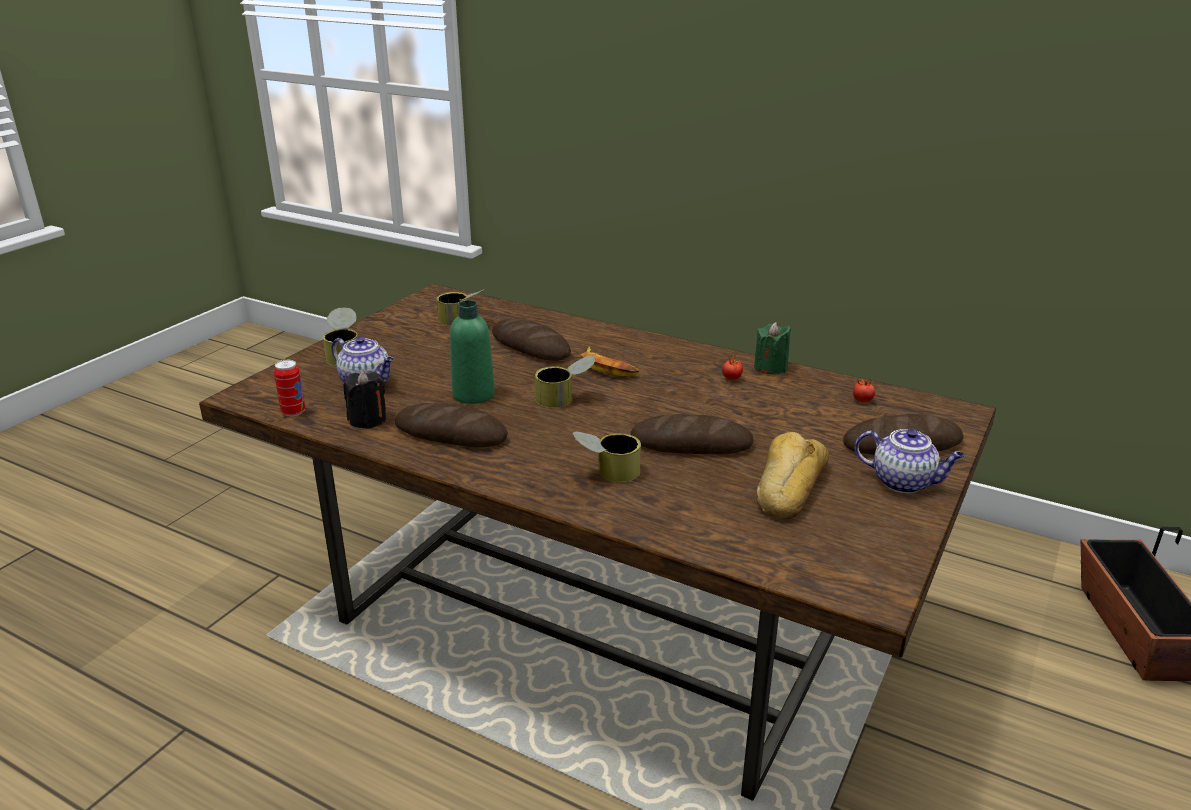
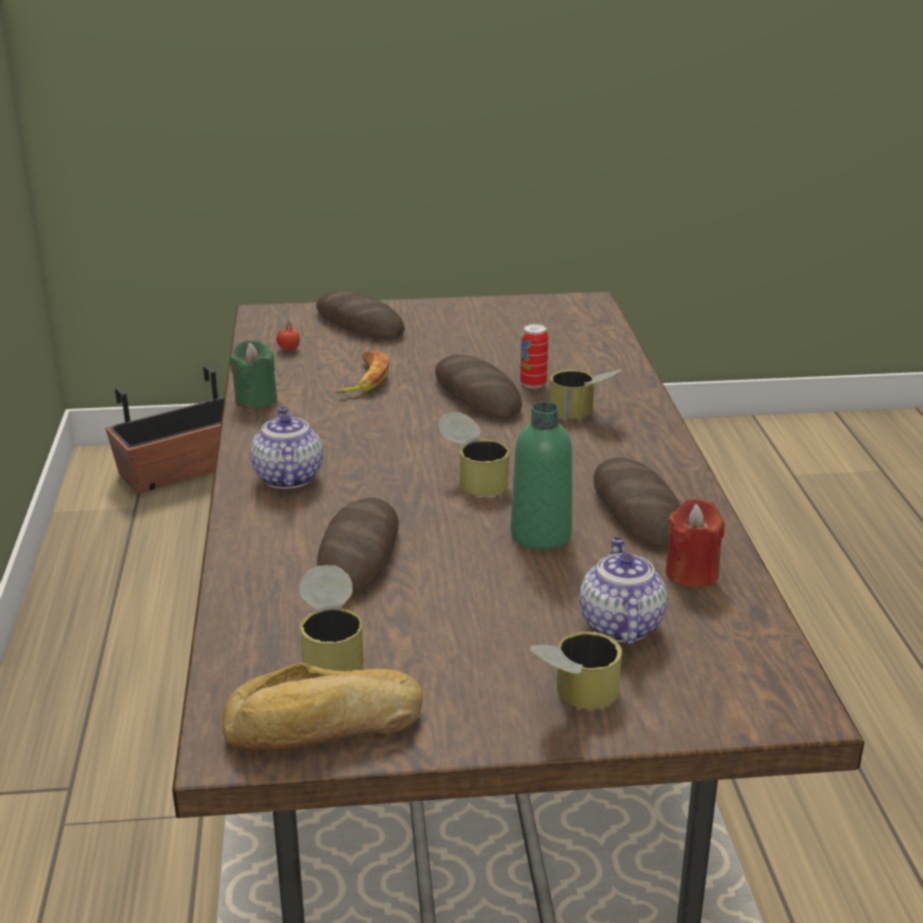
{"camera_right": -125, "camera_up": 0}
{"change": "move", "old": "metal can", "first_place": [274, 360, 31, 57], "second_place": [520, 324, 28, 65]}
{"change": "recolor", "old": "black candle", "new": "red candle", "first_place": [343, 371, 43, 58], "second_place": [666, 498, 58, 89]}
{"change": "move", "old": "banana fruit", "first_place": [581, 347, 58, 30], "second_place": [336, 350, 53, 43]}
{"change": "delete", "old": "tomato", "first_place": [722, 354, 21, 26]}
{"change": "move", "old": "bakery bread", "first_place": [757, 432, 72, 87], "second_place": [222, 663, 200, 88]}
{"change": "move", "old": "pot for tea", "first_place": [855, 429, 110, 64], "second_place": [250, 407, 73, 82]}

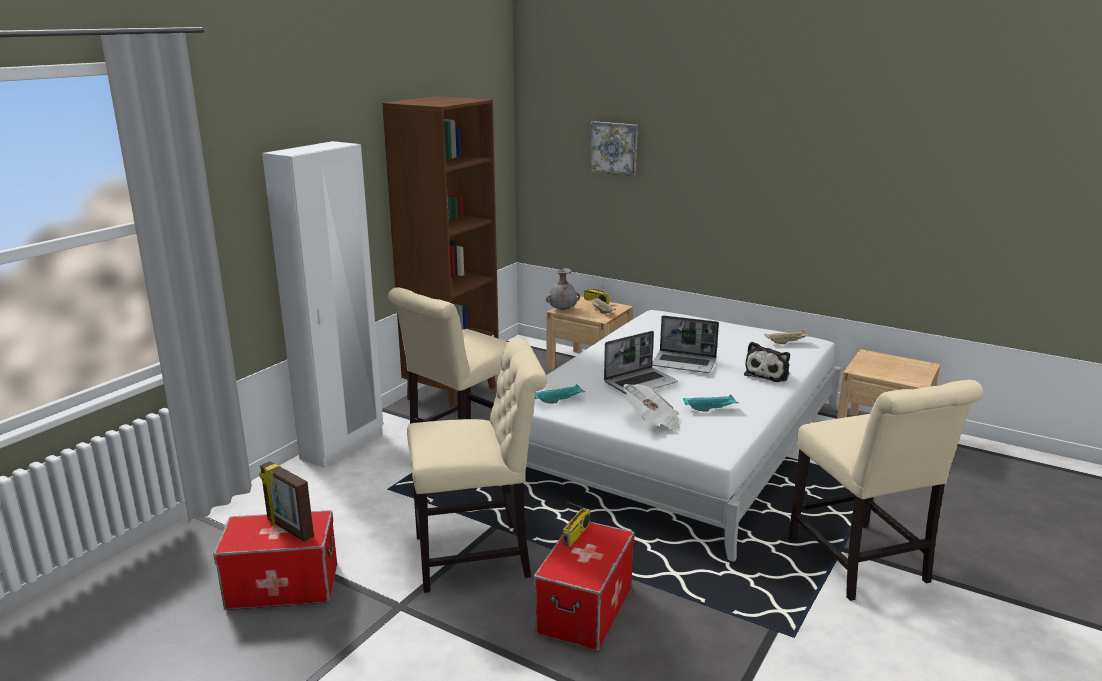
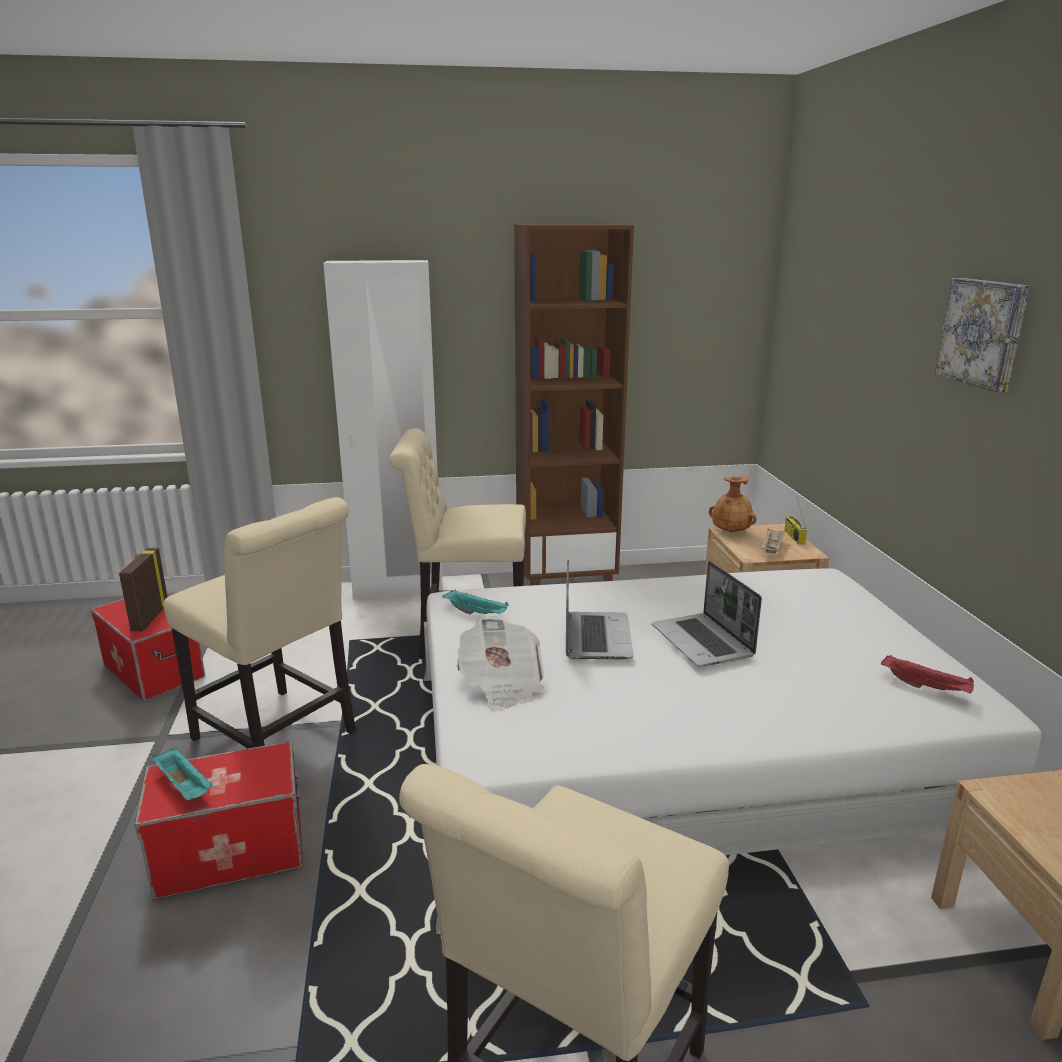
{"camera_right": 50, "camera_up": 0}
{"change": "recolor", "old": "gray decorative vase", "new": "brown-coloured decorative vase", "first_place": [546, 268, 34, 42], "second_place": [709, 476, 48, 56]}
{"change": "delete", "old": "radio set", "first_place": [563, 502, 27, 45]}
{"change": "move", "old": "wall art", "first_place": [590, 121, 48, 56], "second_place": [935, 278, 95, 114]}
{"change": "rotate", "old": "laptop", "first_place": [604, 331, 74, 64], "second_place": [566, 560, 67, 99], "degrees": -105}
{"change": "move", "old": "turquoise serving tray", "first_place": [683, 394, 56, 18], "second_place": [153, 748, 60, 52]}
{"change": "delete", "old": "soft toy", "first_place": [744, 342, 46, 40]}
{"change": "recolor", "old": "sand-coloured serving tray", "new": "red serving tray", "first_place": [764, 330, 47, 14], "second_place": [881, 655, 93, 38]}

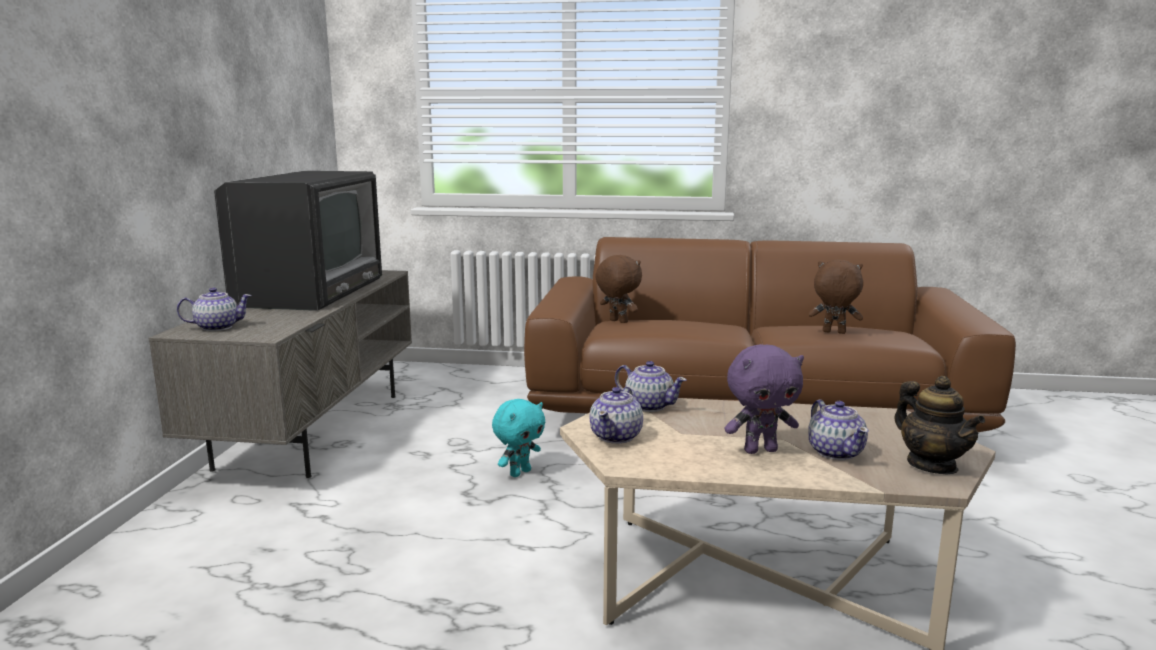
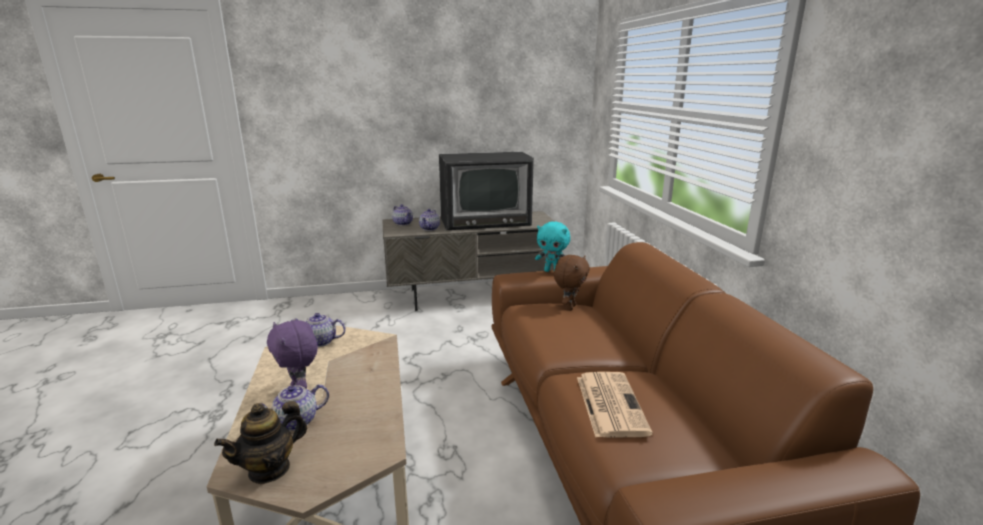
{"camera_right": 70, "camera_up": 5}
{"change": "move", "old": "turquoise soft toy", "first_place": [492, 399, 53, 78], "second_place": [535, 221, 35, 51]}
{"change": "move", "old": "pot for tea", "first_place": [615, 361, 72, 51], "second_place": [419, 209, 21, 22]}
{"change": "replace", "old": "brown-coloured soft toy", "new": "printed paper", "first_place": [809, 260, 54, 74], "second_place": [577, 372, 76, 66]}

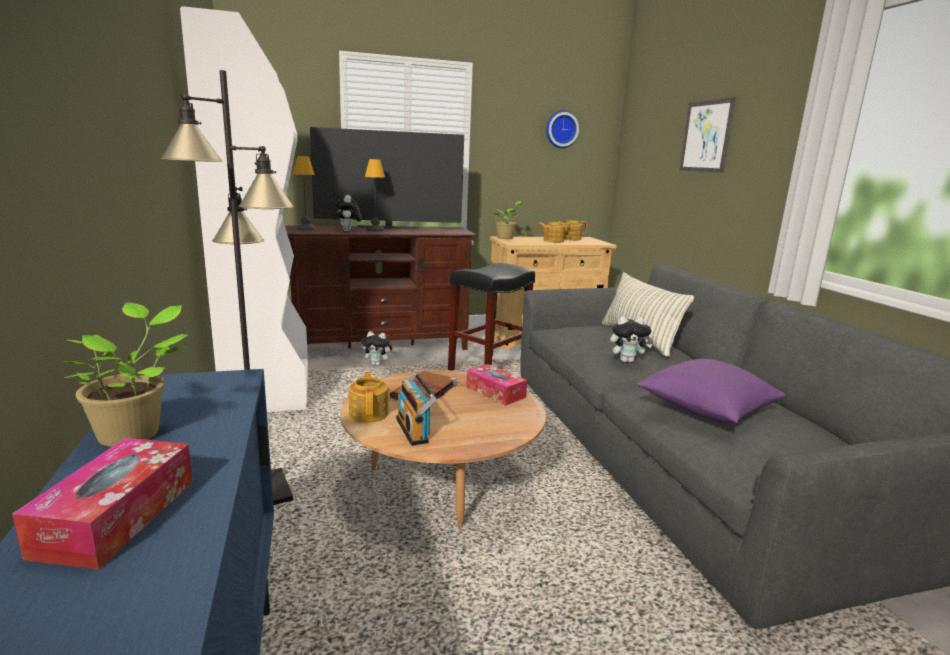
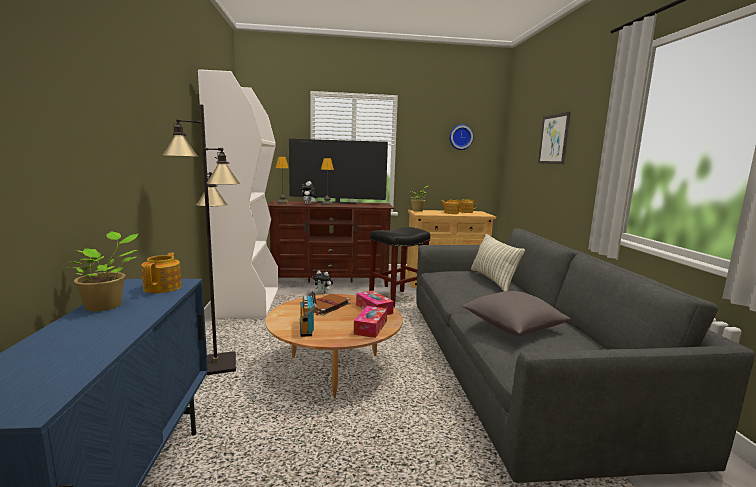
{"camera_right": 10, "camera_up": -5}
{"change": "move", "old": "tissue box", "first_place": [12, 438, 181, 131], "second_place": [354, 306, 33, 32]}
{"change": "move", "old": "pot for tea", "first_place": [349, 371, 39, 52], "second_place": [141, 253, 41, 40]}
{"change": "delete", "old": "soft toy", "first_place": [610, 316, 43, 47]}
{"change": "recolor", "old": "purplish cushion", "new": "gray cushion", "first_place": [636, 359, 150, 65], "second_place": [462, 291, 109, 45]}

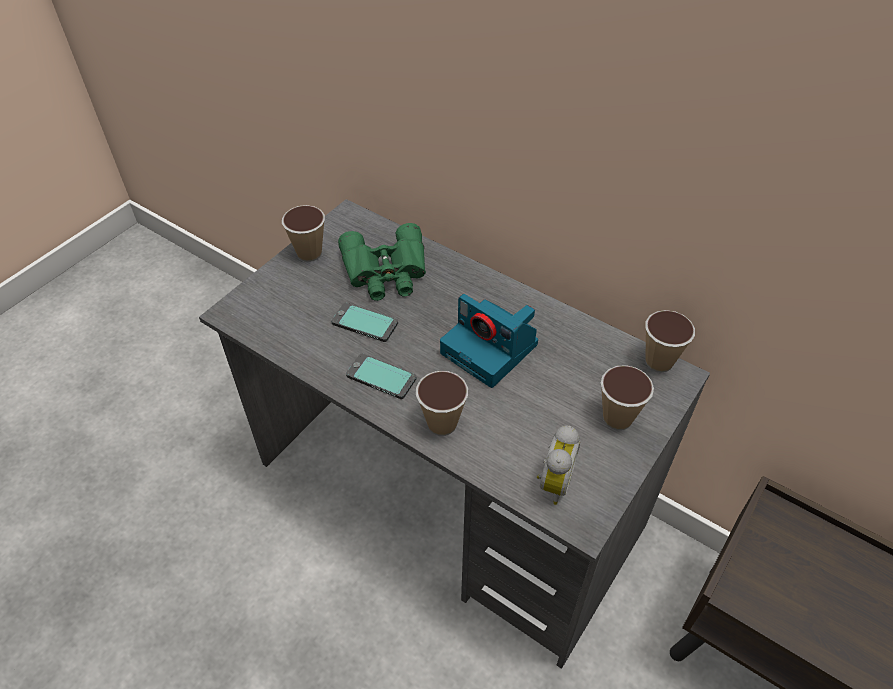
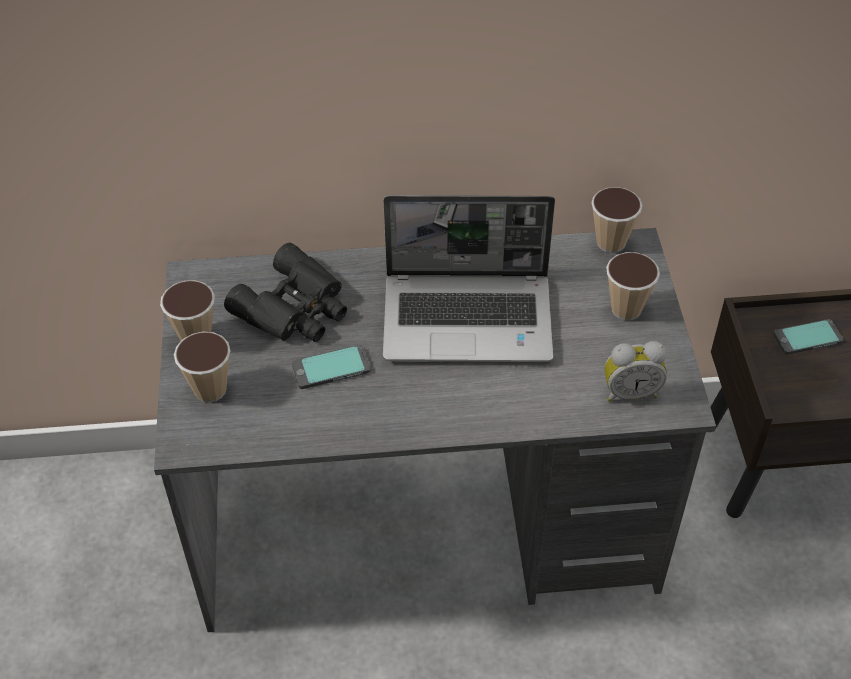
{"camera_right": -40, "camera_up": 0}
{"change": "recolor", "old": "green pair of binoculars", "new": "black pair of binoculars", "first_place": [338, 223, 88, 78], "second_place": [224, 243, 123, 99]}
{"change": "move", "old": "phone", "first_place": [346, 354, 71, 45], "second_place": [773, 319, 70, 36]}
{"change": "move", "old": "cup", "first_place": [416, 371, 52, 65], "second_place": [174, 331, 57, 72]}
{"change": "replace", "old": "photo camera", "new": "laptop", "first_place": [440, 294, 98, 94], "second_place": [383, 195, 172, 167]}
{"change": "rotate", "old": "table clock", "first_place": [537, 426, 43, 79], "second_place": [604, 341, 63, 61], "degrees": 105}

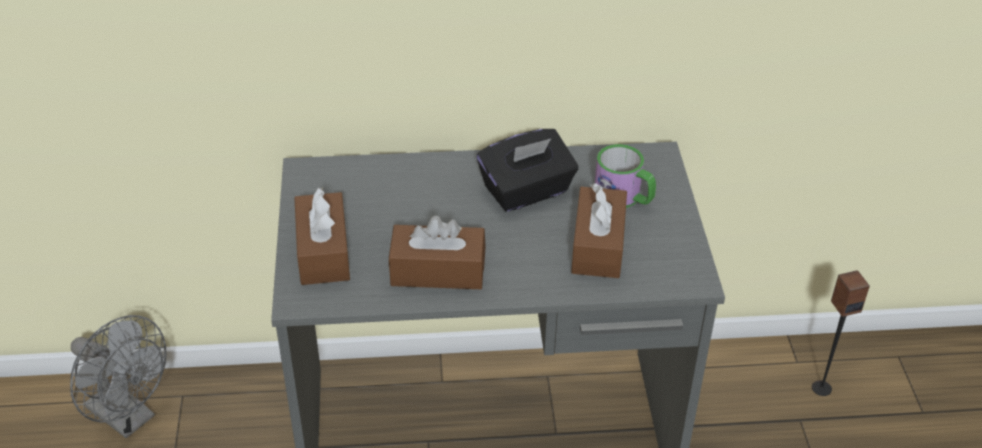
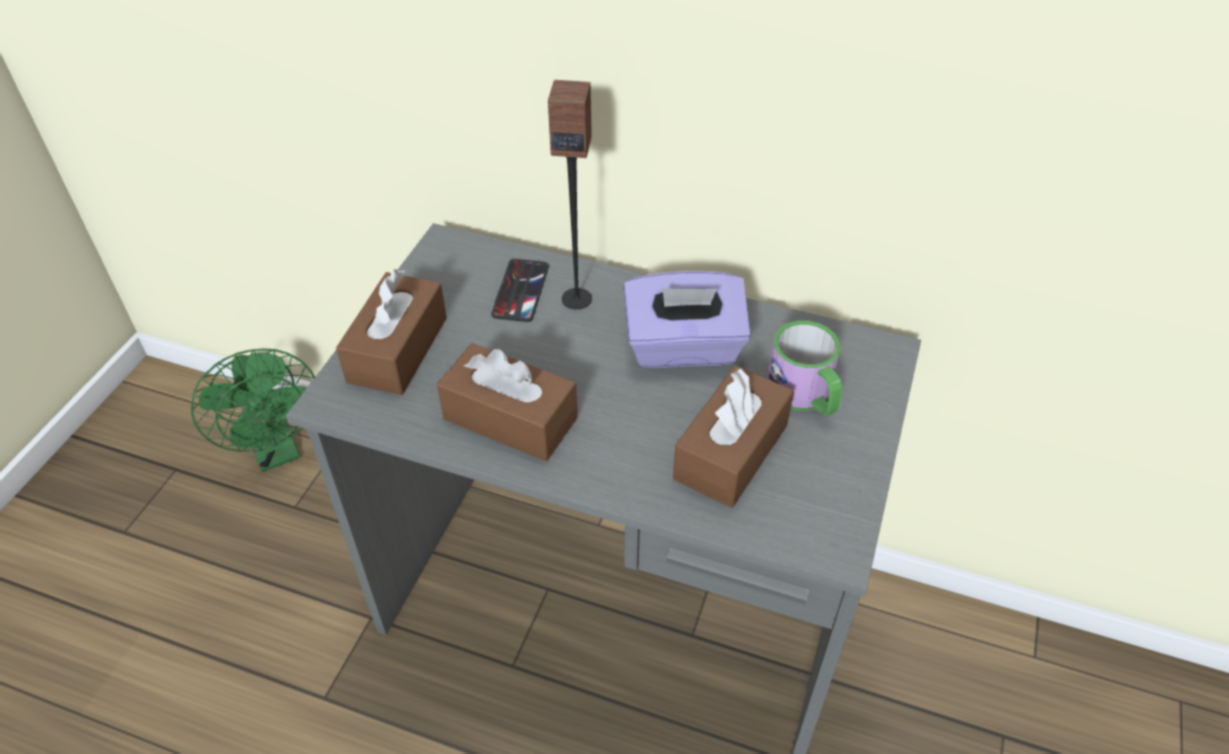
{"camera_right": 25, "camera_up": 5}
{"change": "recolor", "old": "gray cooling fan", "new": "green cooling fan", "first_place": [70, 315, 97, 123], "second_place": [191, 349, 124, 123]}
{"change": "recolor", "old": "black tissue box", "new": "purplish tissue box", "first_place": [477, 129, 101, 83], "second_place": [623, 271, 128, 97]}
{"change": "move", "old": "speaker", "first_place": [812, 270, 58, 126], "second_place": [548, 80, 44, 229]}
{"change": "insert", "new": "phone", "second_place": [491, 259, 58, 63]}

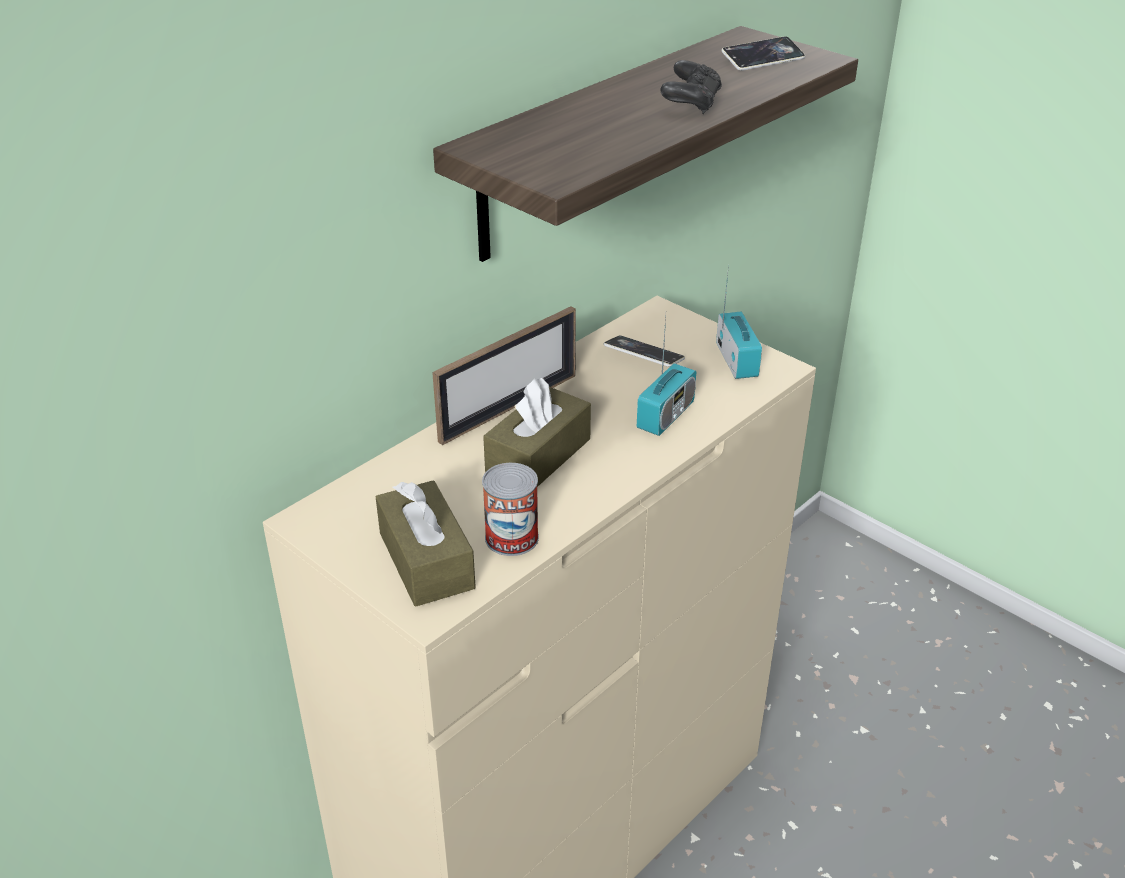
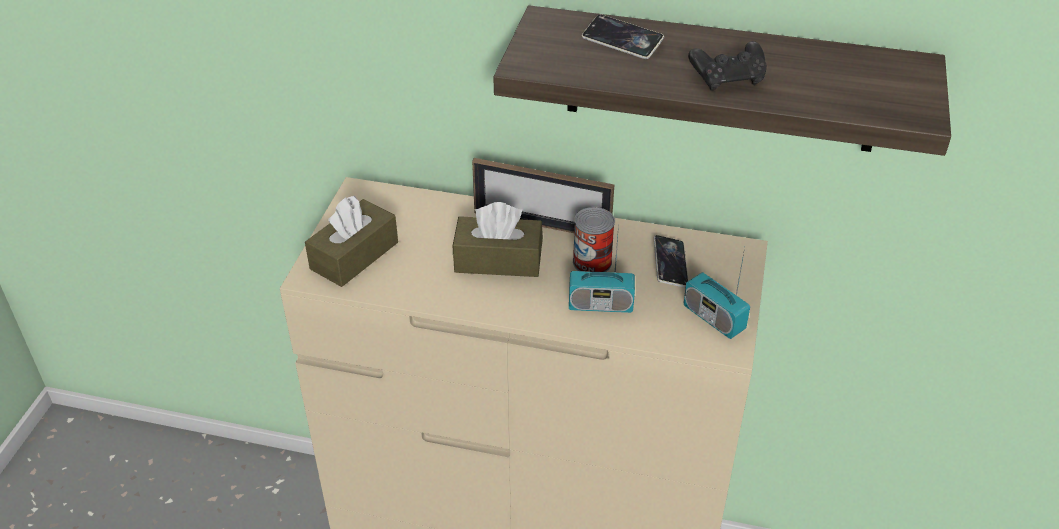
{"camera_right": 60, "camera_up": 5}
{"change": "move", "old": "metal can", "first_place": [482, 463, 57, 93], "second_place": [573, 207, 42, 65]}
{"change": "rotate", "old": "radio set", "first_place": [716, 264, 46, 115], "second_place": [684, 248, 66, 91], "degrees": 90}
{"change": "move", "old": "phone", "first_place": [721, 36, 84, 35], "second_place": [582, 14, 82, 45]}

